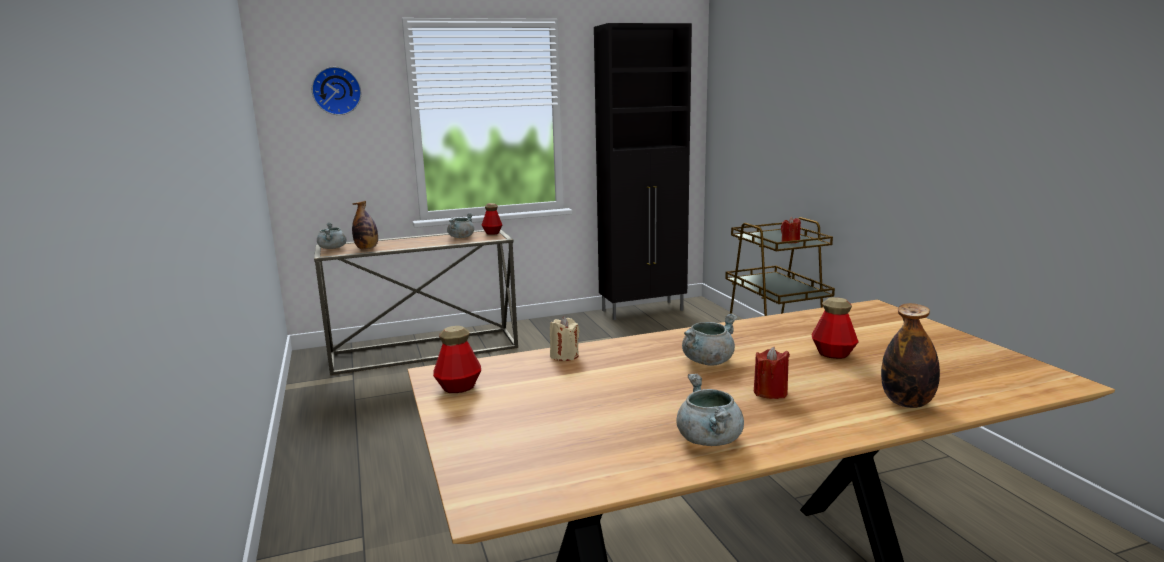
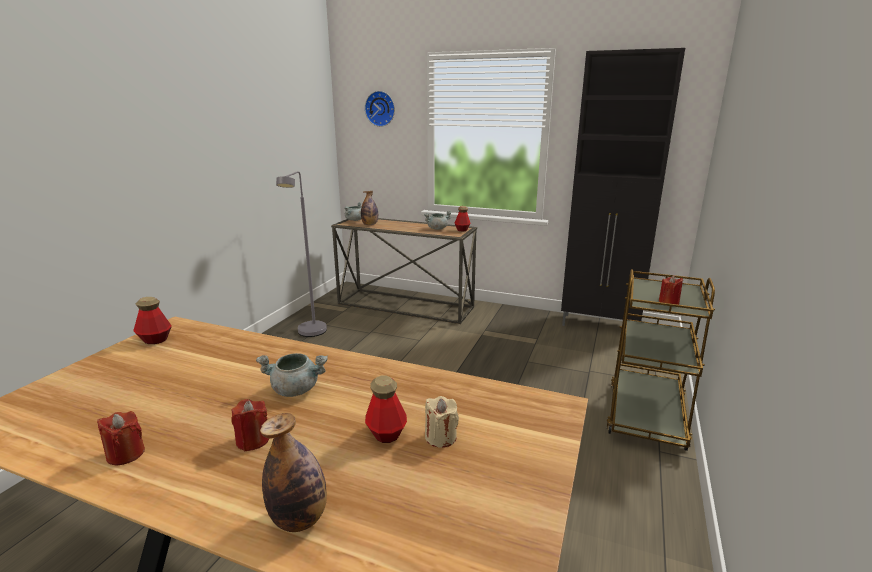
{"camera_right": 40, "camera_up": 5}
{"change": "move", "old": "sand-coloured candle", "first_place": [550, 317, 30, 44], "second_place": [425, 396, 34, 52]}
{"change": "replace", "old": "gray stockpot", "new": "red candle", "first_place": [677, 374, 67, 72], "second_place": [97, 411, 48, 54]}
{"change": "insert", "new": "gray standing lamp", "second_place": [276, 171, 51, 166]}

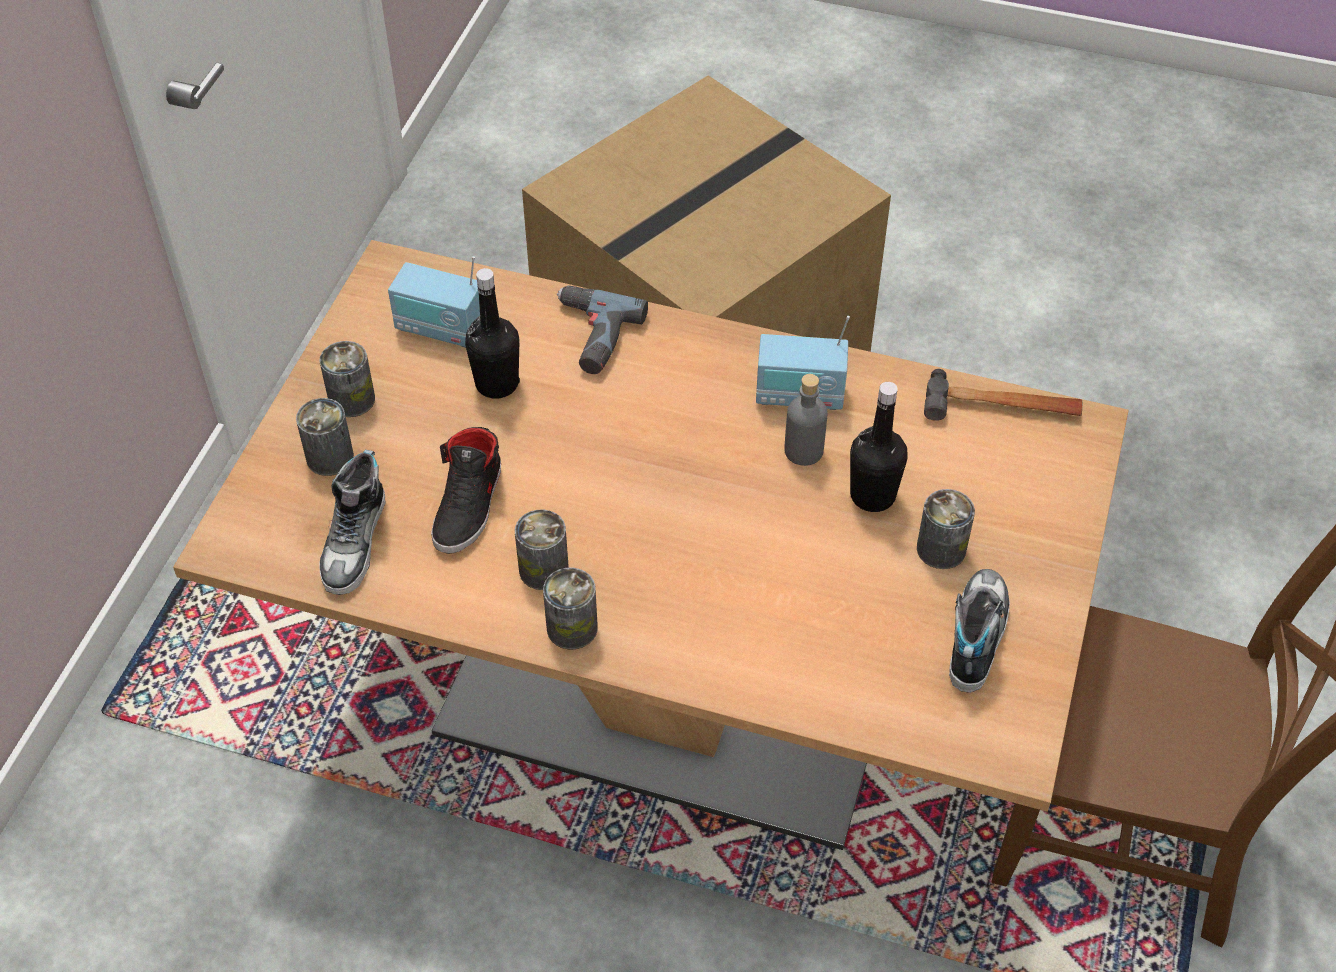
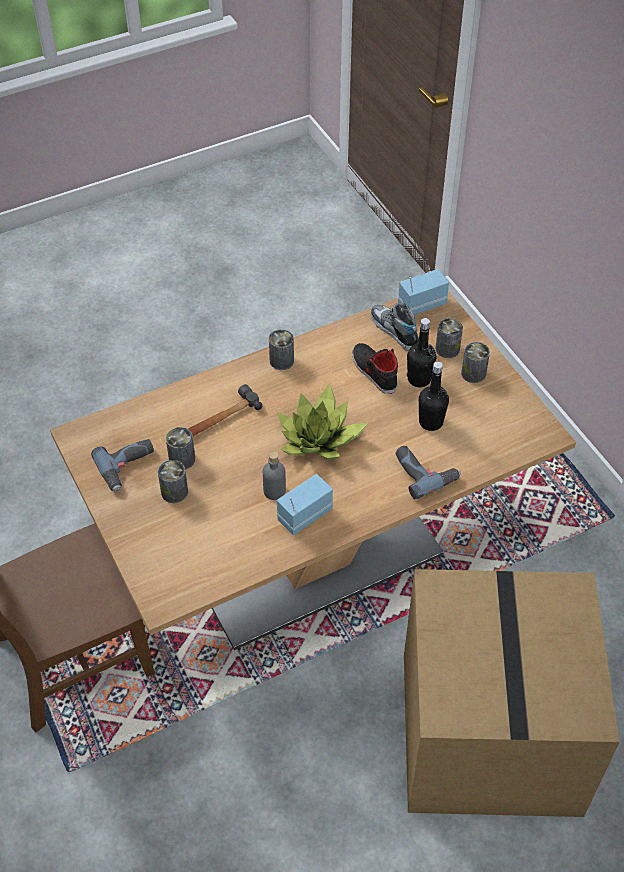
{"camera_right": 135, "camera_up": 0}
{"change": "move", "old": "radio set", "first_place": [388, 256, 92, 92], "second_place": [398, 269, 51, 46]}
{"change": "move", "old": "metal can", "first_place": [515, 509, 54, 81], "second_place": [166, 427, 29, 42]}
{"change": "move", "old": "black drink bottle", "first_place": [850, 382, 58, 130], "second_place": [407, 318, 29, 69]}
{"change": "move", "old": "hand hammer", "first_place": [924, 369, 158, 52], "second_place": [188, 384, 74, 52]}
{"change": "replace", "old": "shoe", "new": "drill", "first_place": [949, 569, 61, 124], "second_place": [91, 439, 63, 53]}
{"change": "insert", "new": "houseplant", "second_place": [277, 383, 91, 77]}

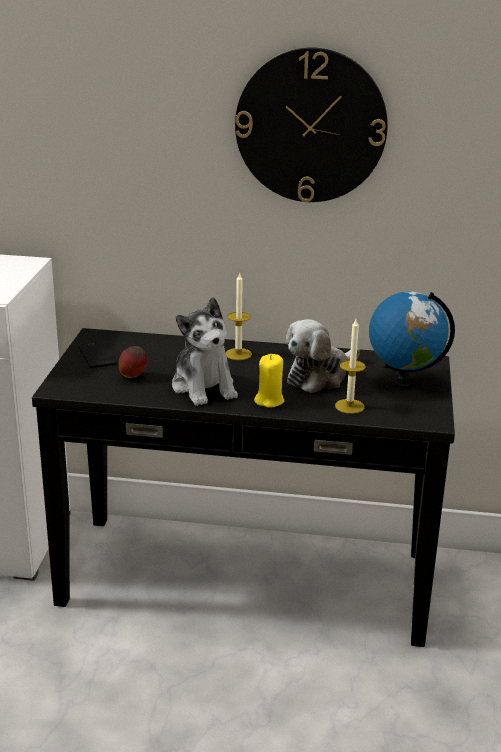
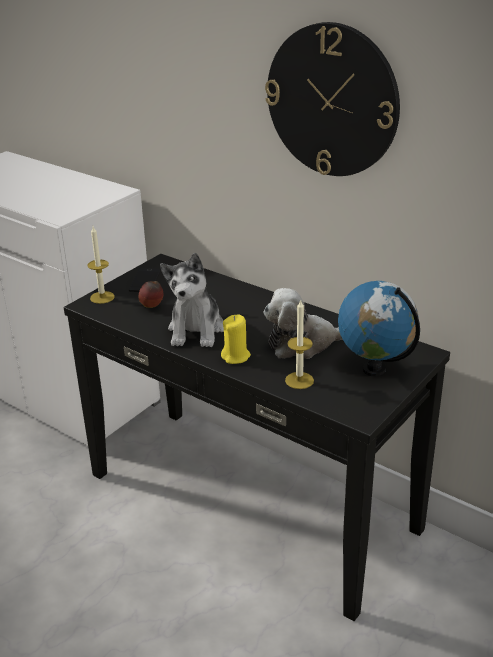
{"camera_right": 30, "camera_up": 5}
{"change": "move", "old": "candle", "first_place": [226, 272, 26, 88], "second_place": [87, 226, 28, 78]}

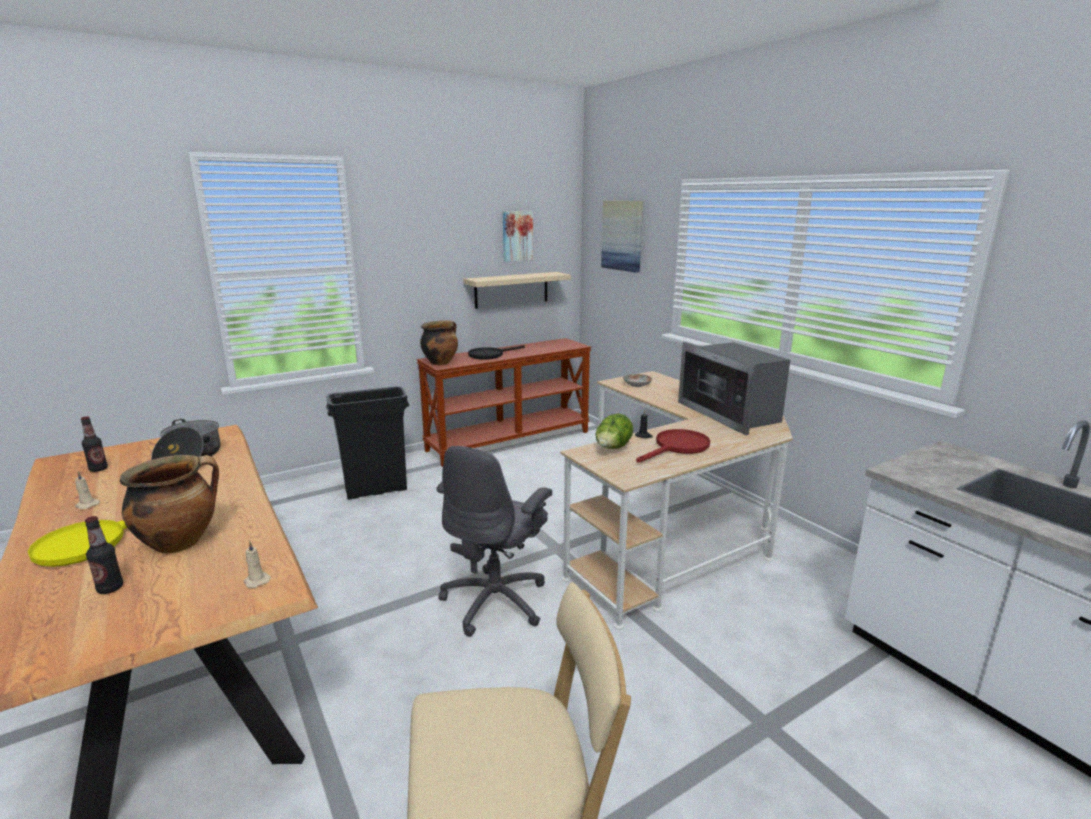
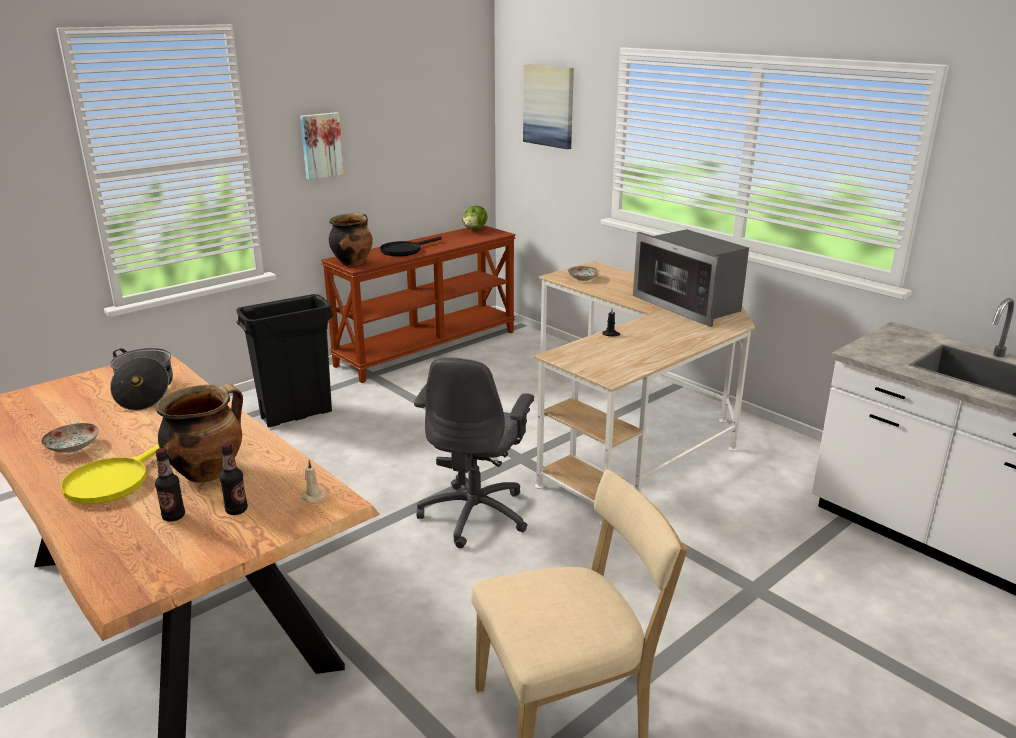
{"camera_right": -10, "camera_up": 5}
{"change": "replace", "old": "sand-coloured candle", "new": "dinner plate", "first_place": [75, 472, 25, 37], "second_place": [41, 423, 58, 30]}
{"change": "move", "old": "drink bottle", "first_place": [81, 416, 27, 56], "second_place": [220, 442, 28, 73]}
{"change": "delete", "old": "sand-coloured wall shelf", "first_place": [463, 272, 108, 37]}
{"change": "move", "old": "wall art", "first_place": [503, 211, 30, 51], "second_place": [300, 112, 44, 68]}
{"change": "move", "old": "lettuce head", "first_place": [596, 414, 37, 35], "second_place": [462, 205, 26, 25]}
{"change": "delete", "old": "red frying pan", "first_place": [636, 429, 74, 34]}

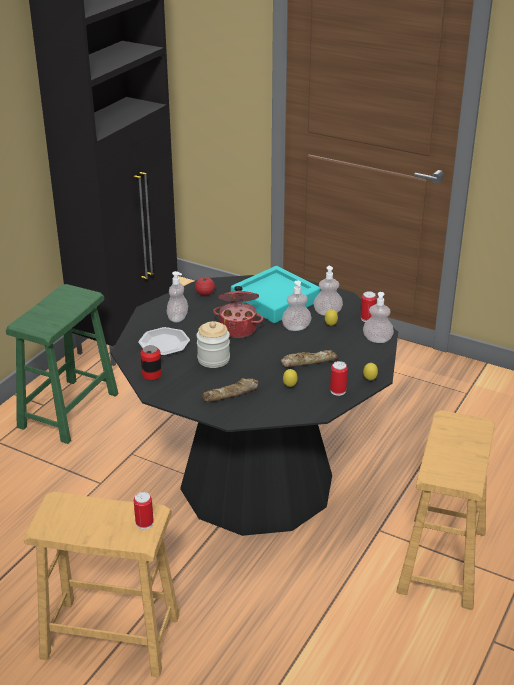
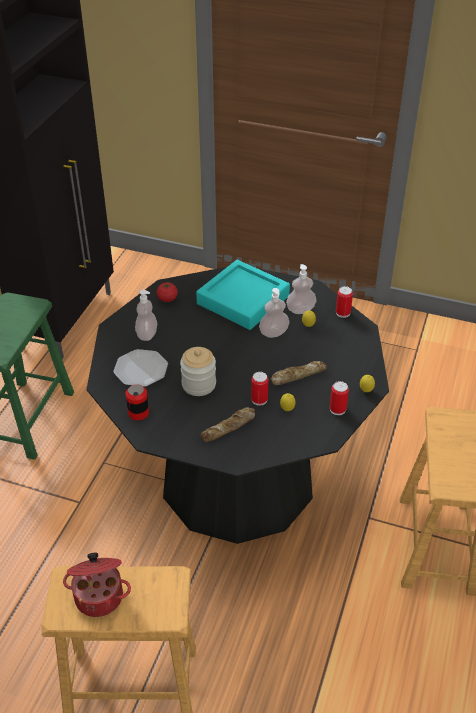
{"camera_right": -10, "camera_up": 10}
{"change": "move", "old": "metal can", "first_place": [134, 492, 20, 37], "second_place": [251, 372, 18, 34]}
{"change": "move", "old": "stockpot", "first_place": [213, 286, 50, 52], "second_place": [63, 553, 68, 64]}
{"change": "delete", "old": "soap bottle", "first_place": [363, 292, 31, 51]}

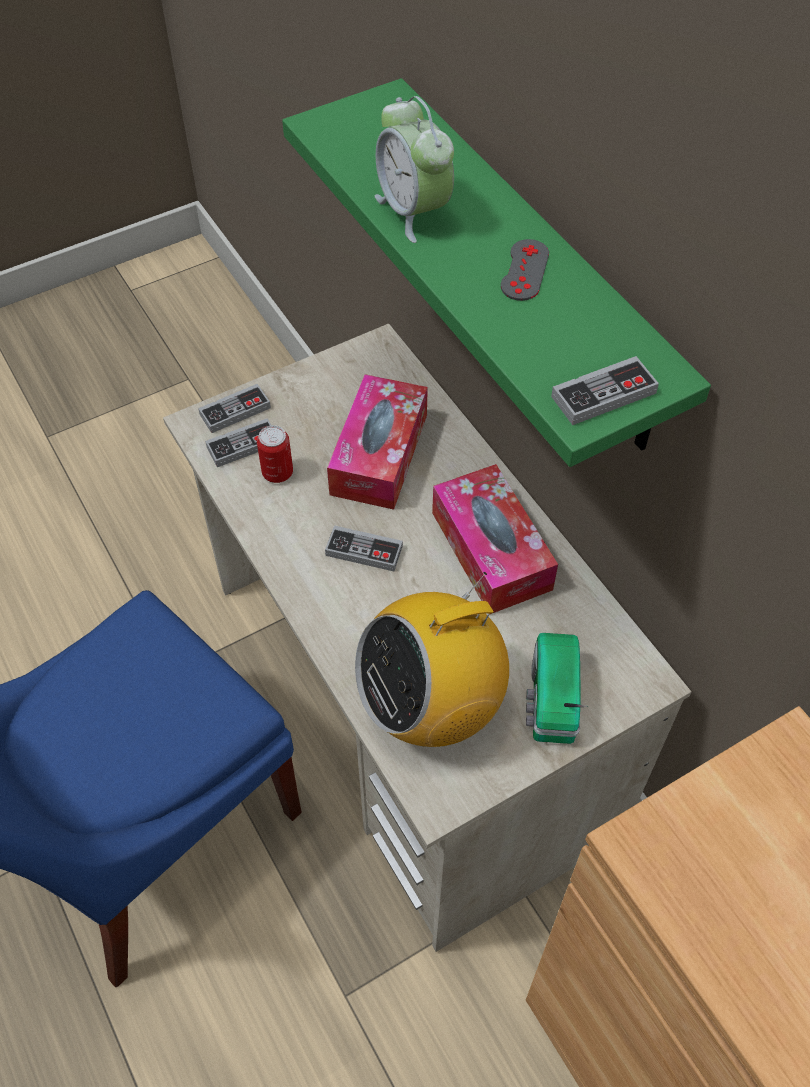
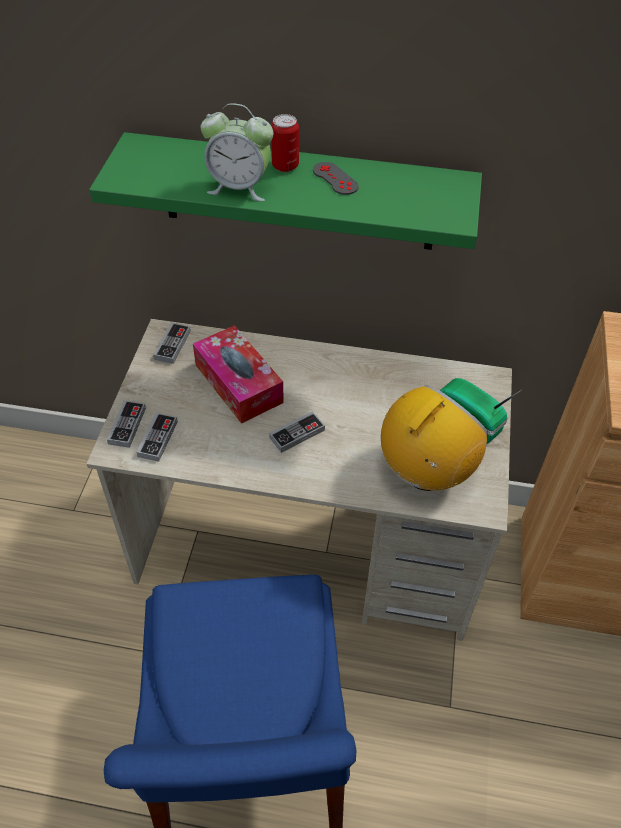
{"camera_right": -50, "camera_up": -5}
{"change": "move", "old": "metal can", "first_place": [257, 425, 36, 58], "second_place": [271, 114, 28, 58]}
{"change": "rotate", "old": "radio set", "first_place": [355, 572, 154, 175], "second_place": [381, 385, 107, 106], "degrees": -150}
{"change": "delete", "old": "tissue box", "first_place": [432, 464, 126, 150]}
{"change": "move", "old": "gamepad", "first_place": [551, 356, 108, 69], "second_place": [153, 323, 38, 41]}

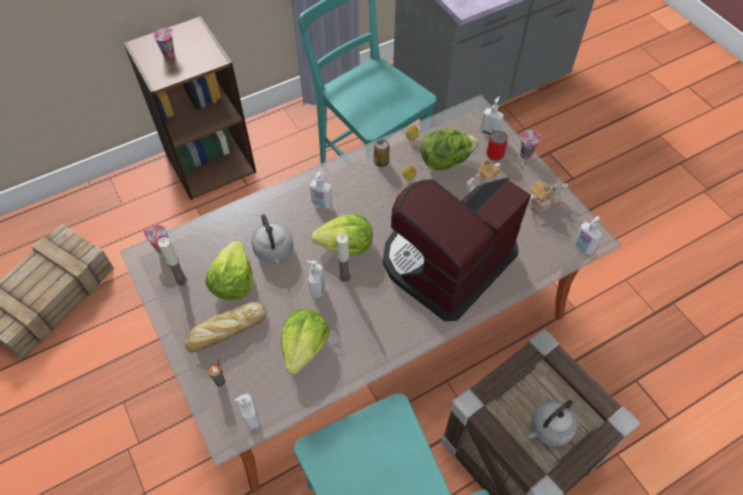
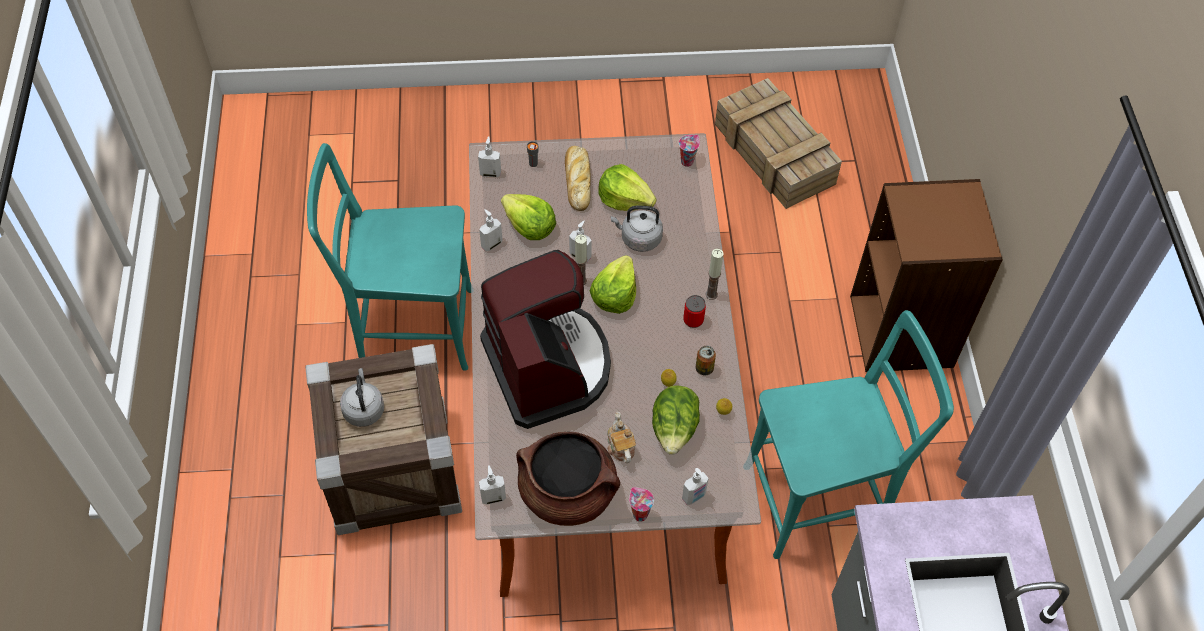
{"camera_right": 115, "camera_up": 0}
{"change": "delete", "old": "cup", "first_place": [153, 28, 22, 31]}
{"change": "move", "old": "candle", "first_place": [158, 237, 30, 49], "second_place": [706, 249, 18, 51]}
{"change": "move", "old": "soap bottle", "first_place": [310, 171, 22, 37], "second_place": [479, 209, 23, 42]}
{"change": "move", "old": "metal can", "first_place": [487, 130, 21, 31], "second_place": [683, 295, 23, 33]}
{"change": "replace", "old": "pot for tea", "new": "brown-coloured stockpot", "first_place": [528, 180, 40, 33], "second_place": [516, 432, 104, 94]}

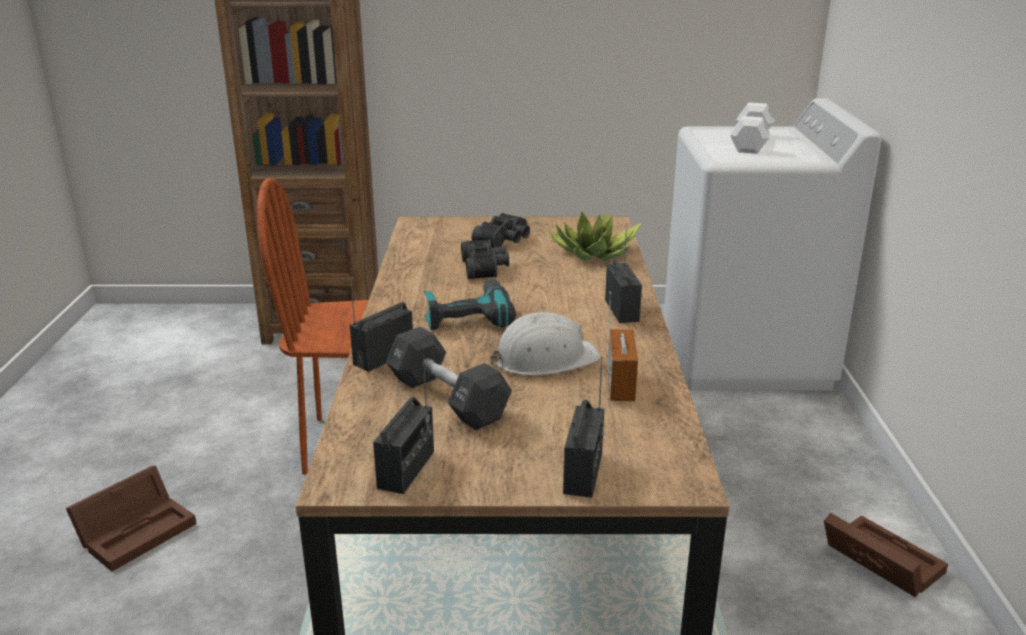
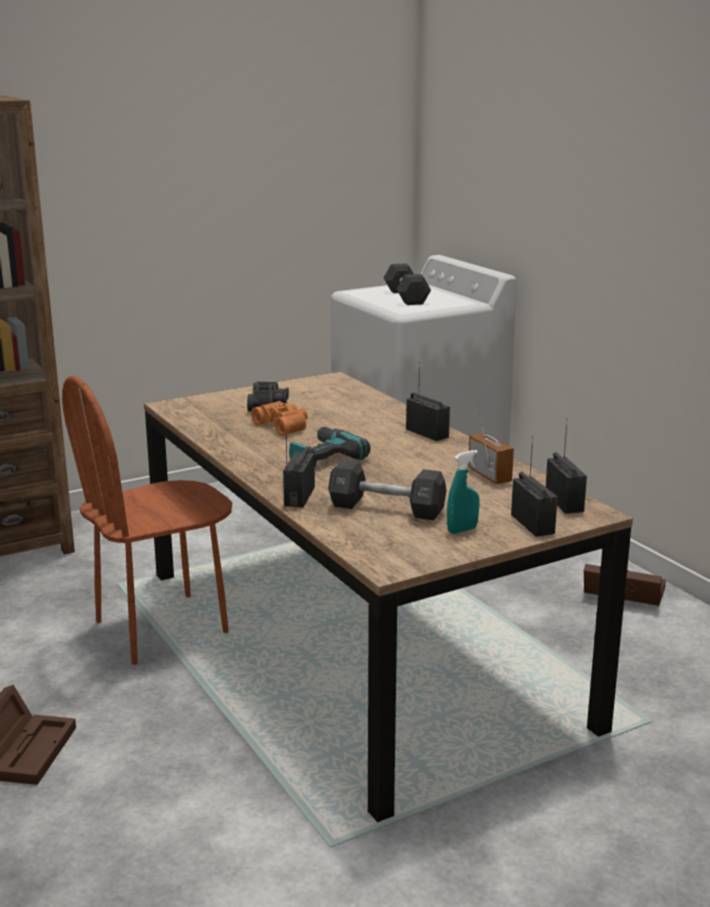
{"camera_right": -30, "camera_up": -5}
{"change": "move", "old": "radio set", "first_place": [373, 355, 61, 139], "second_place": [546, 423, 41, 91]}
{"change": "recolor", "old": "black pair of binoculars", "new": "orangey pair of binoculars", "first_place": [461, 239, 48, 40], "second_place": [251, 401, 57, 35]}
{"change": "delete", "old": "whitish hard hat", "first_place": [490, 312, 111, 64]}
{"change": "delete", "old": "houseplant", "first_place": [549, 211, 93, 50]}
{"change": "recolor", "old": "whitish hand weight", "new": "black hand weight", "first_place": [730, 102, 44, 52], "second_place": [384, 263, 47, 42]}
{"change": "insert", "new": "turquoise spray bottle", "second_place": [447, 450, 32, 84]}

